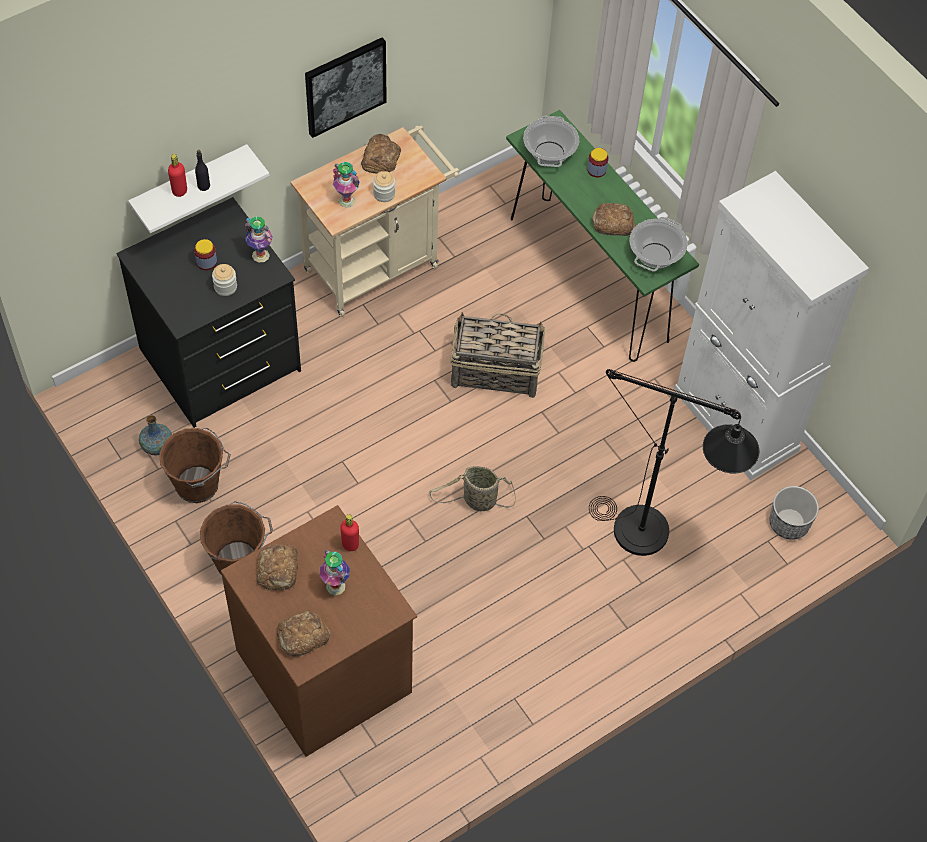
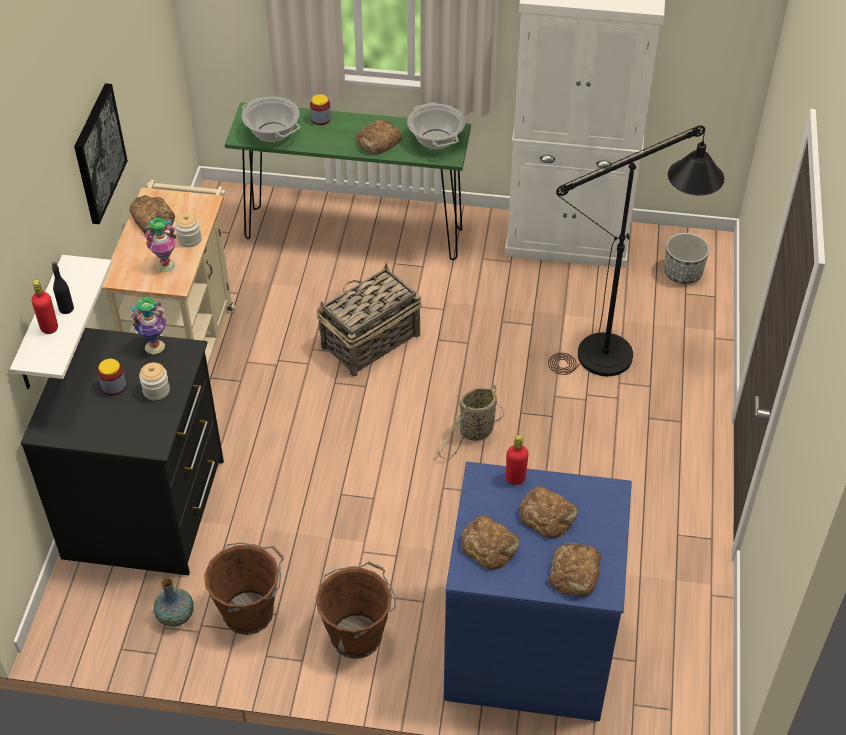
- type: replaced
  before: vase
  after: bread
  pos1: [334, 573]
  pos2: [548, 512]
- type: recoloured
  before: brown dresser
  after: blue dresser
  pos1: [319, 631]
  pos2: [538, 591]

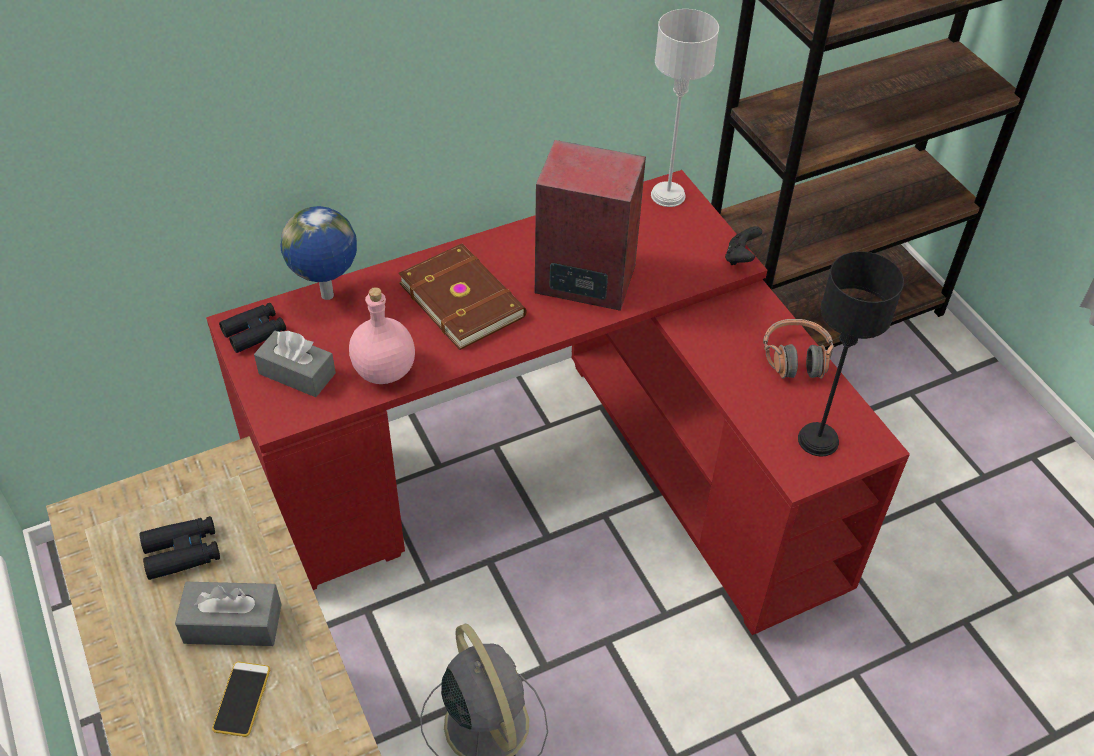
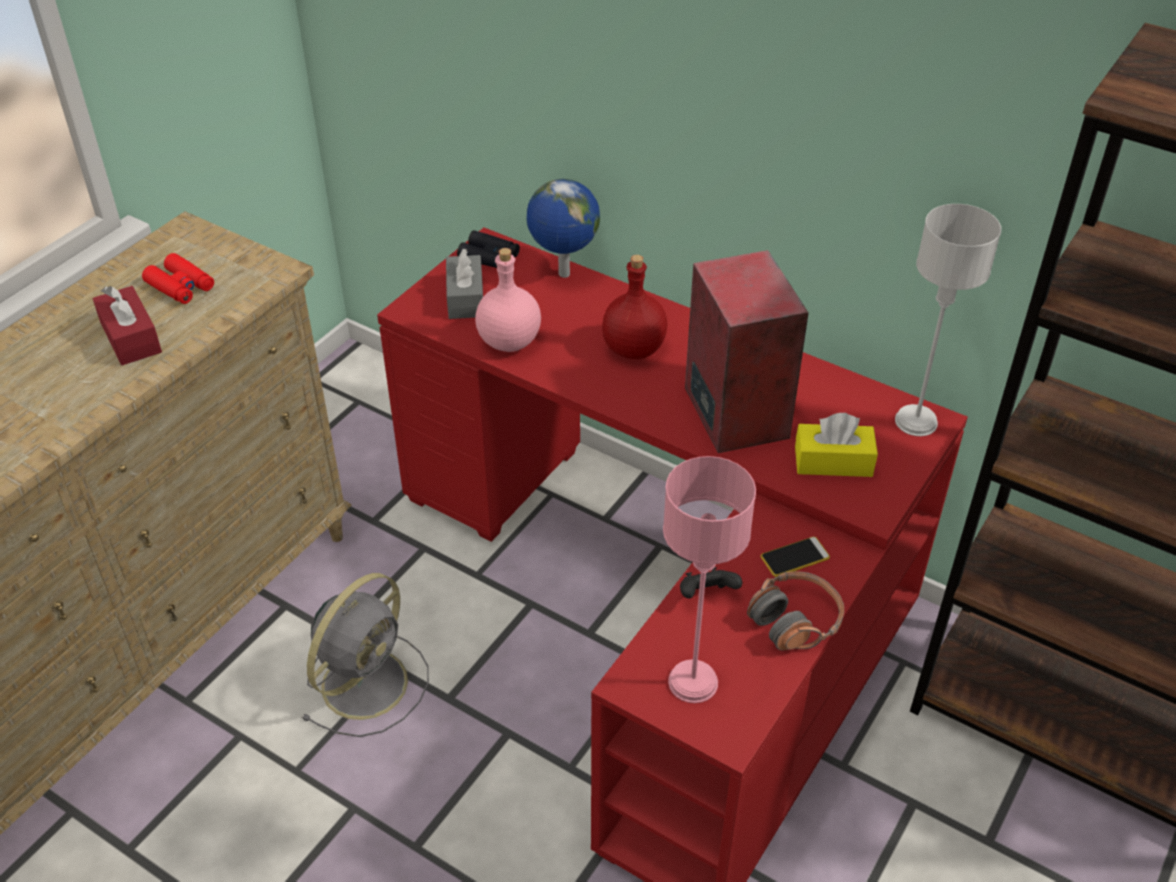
- type: added
  after: yellow tissue box
  pos2: [836, 445]
- type: moved
  before: phone
  pos1: [241, 699]
  pos2: [795, 557]
- type: moved
  before: black game controller
  pos1: [743, 245]
  pos2: [711, 583]
- type: replaced
  before: brown book
  after: red bottle
  pos1: [462, 297]
  pos2: [634, 307]
- type: recoloured
  before: black binoculars
  after: red binoculars
  pos1: [179, 548]
  pos2: [178, 278]
- type: recoloured
  before: grey tissue box
  after: red tissue box
  pos1: [228, 614]
  pos2: [127, 325]
- type: recoloured
  before: black table lamp
  after: pink table lamp
  pos1: [851, 353]
  pos2: [709, 579]

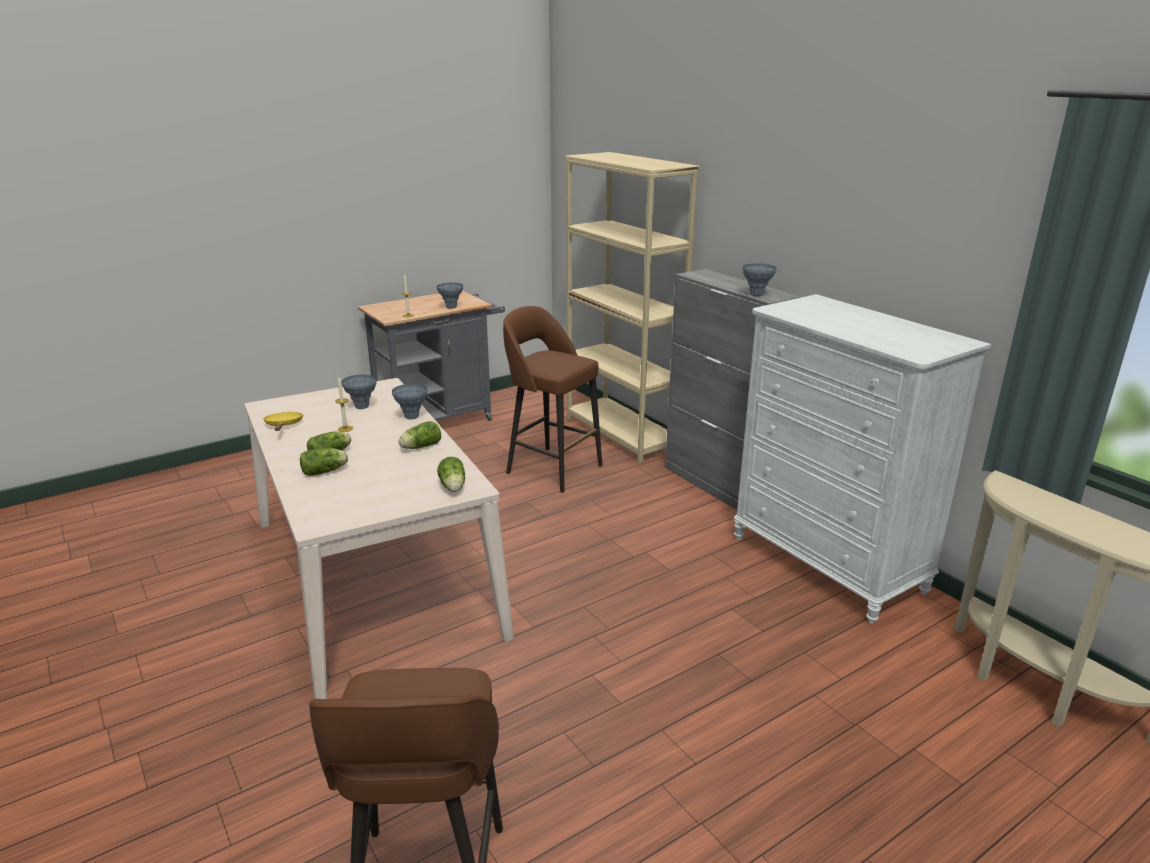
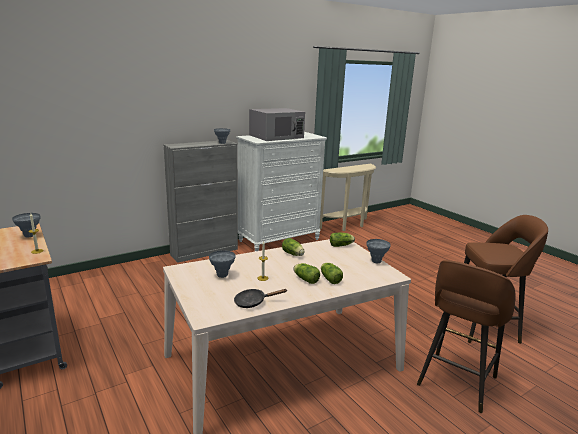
- type: removed
  before: beige bookcase
  pos1: [632, 308]
- type: added
  after: grey microwave
  pos2: [277, 124]
- type: moved
  before: grey vase
  pos1: [409, 401]
  pos2: [378, 251]
- type: moved
  before: brown stool
  pos1: [553, 399]
  pos2: [466, 336]
- type: recoloured
  before: yellow frying pan
  after: black frying pan
  pos1: [283, 421]
  pos2: [260, 298]

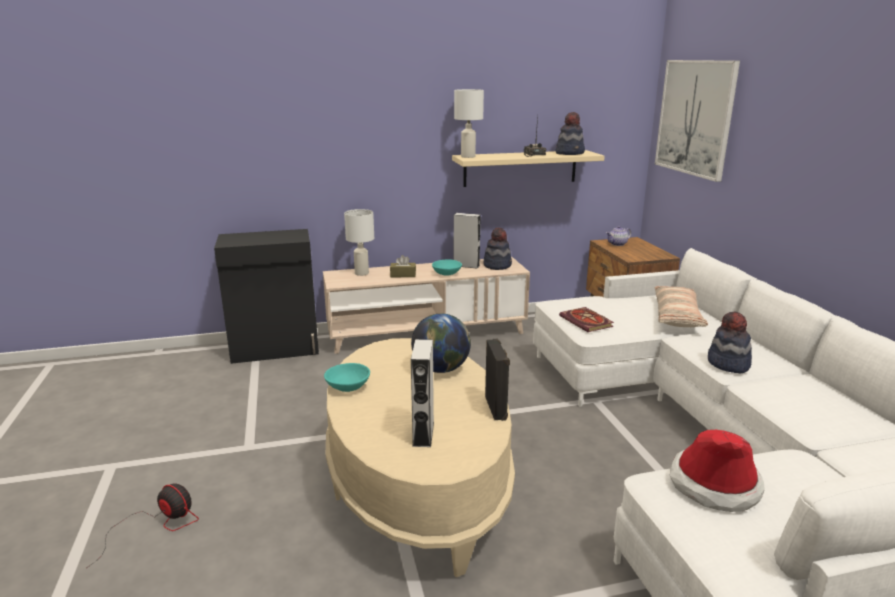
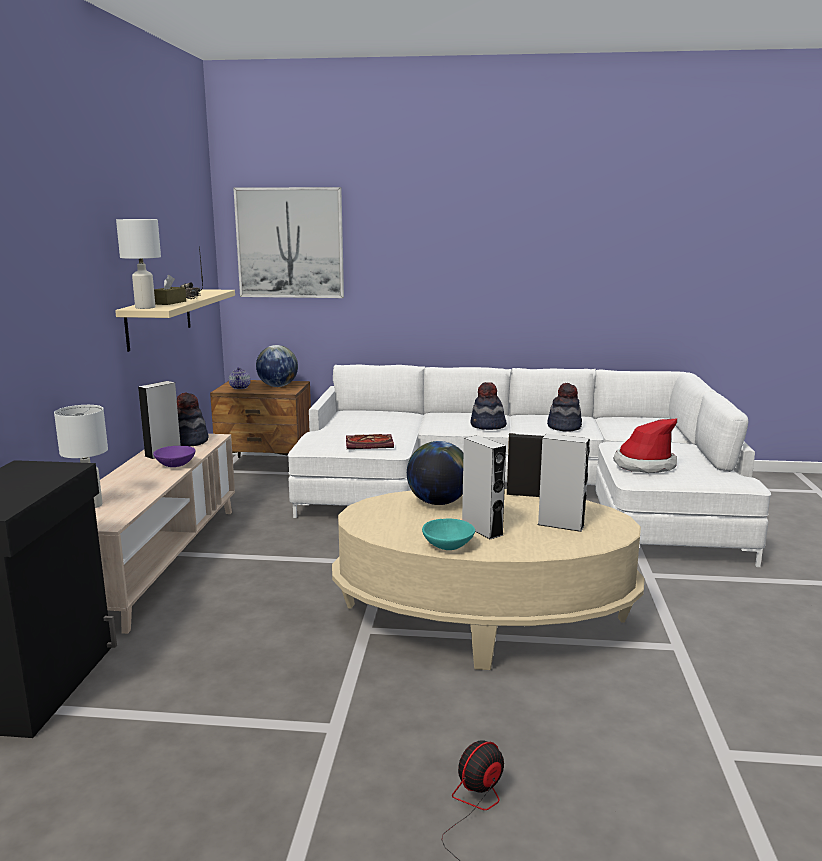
- type: removed
  before: pillow
  pos1: [681, 306]
- type: added
  after: globe
  pos2: [277, 366]
- type: added
  after: grey speaker
  pos2: [484, 487]
- type: moved
  before: brown tissue box
  pos1: [403, 266]
  pos2: [170, 290]
- type: moved
  before: hat
  pos1: [570, 133]
  pos2: [564, 407]
- type: recoloured
  before: turquoise bowl
  after: purple bowl
  pos1: [447, 267]
  pos2: [174, 456]

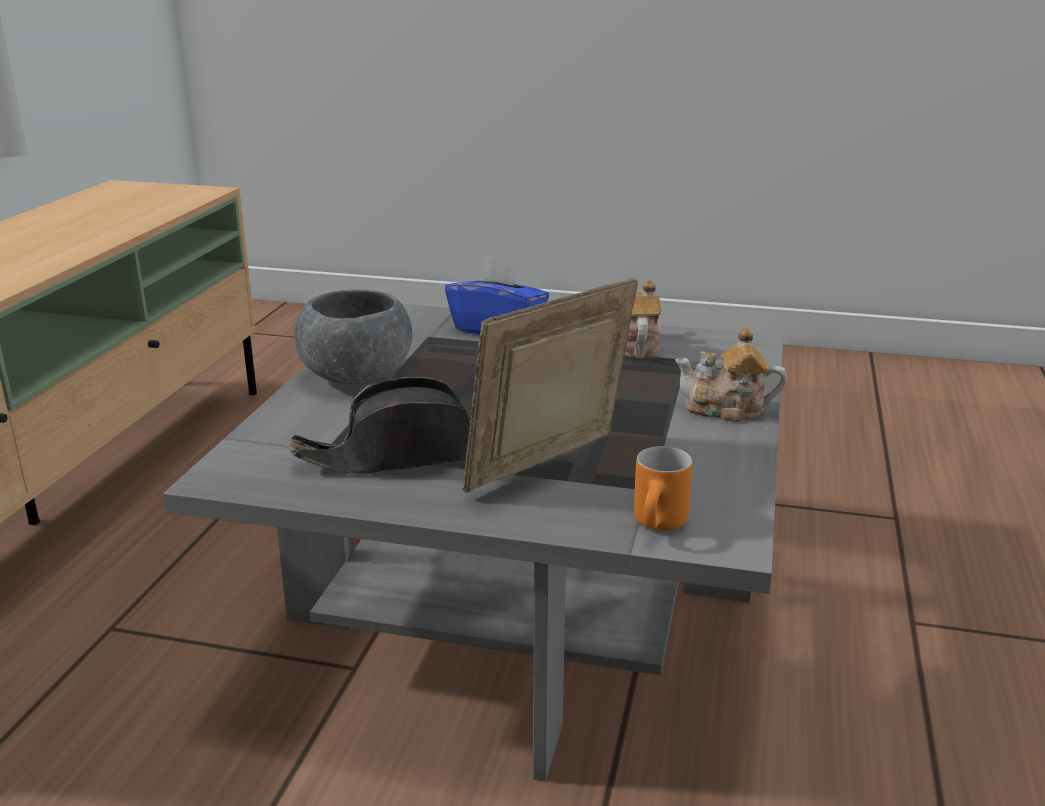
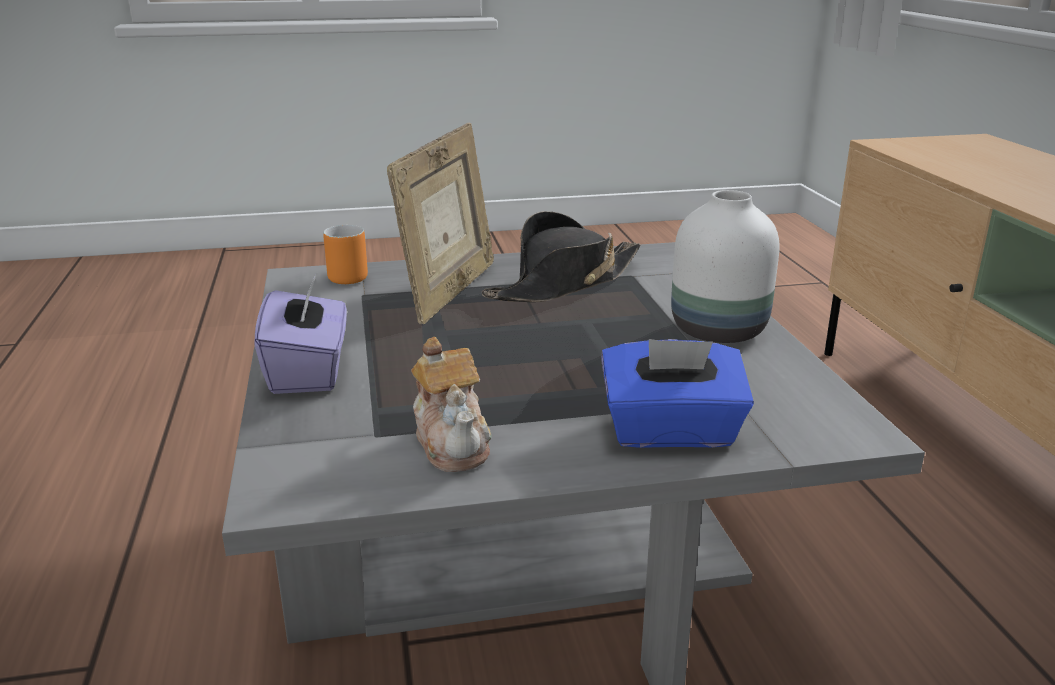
- type: replaced
  before: grey bowl
  after: white vase
  pos1: [353, 337]
  pos2: [725, 266]
- type: replaced
  before: teapot
  after: purple tissue box
  pos1: [731, 374]
  pos2: [300, 333]

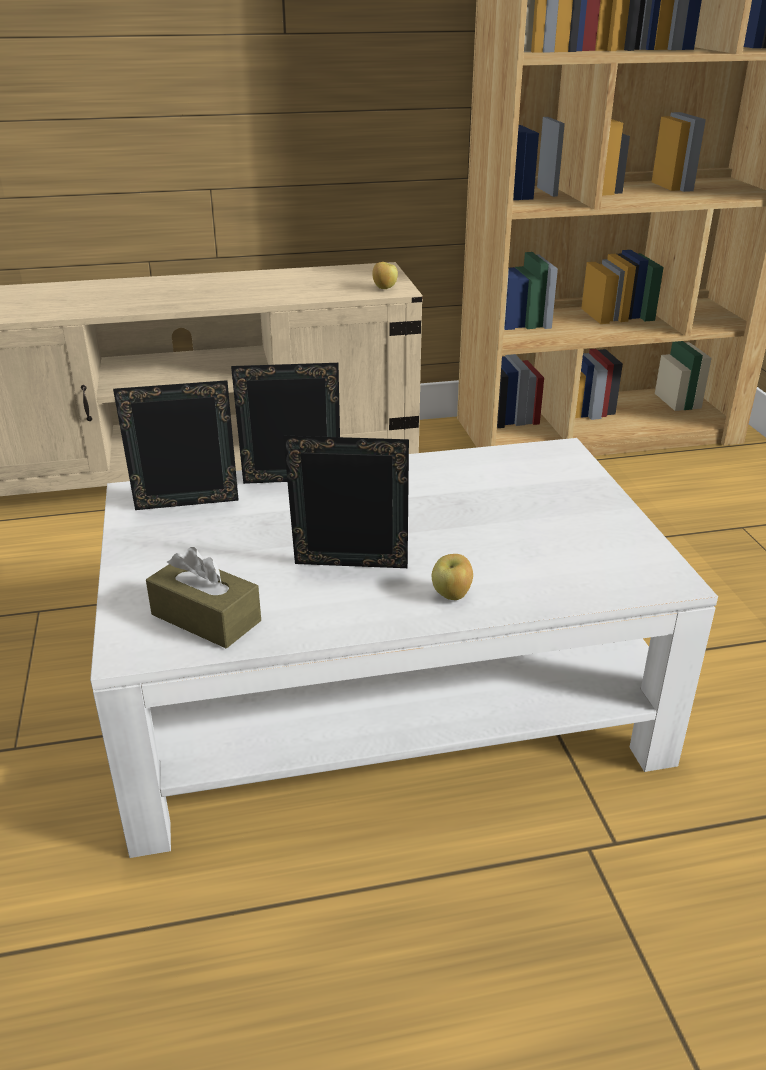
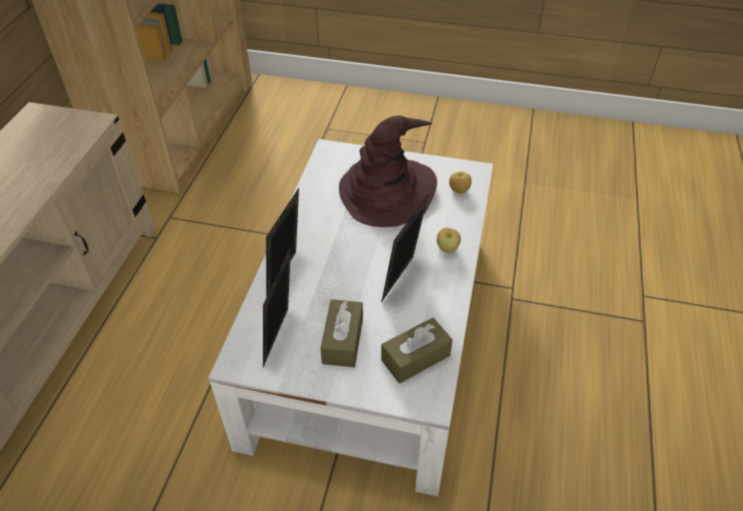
- type: added
  after: brown tissue box
  pos2: [341, 333]
- type: added
  after: brown hat
  pos2: [388, 171]
- type: moved
  before: apple
  pos1: [385, 275]
  pos2: [460, 182]

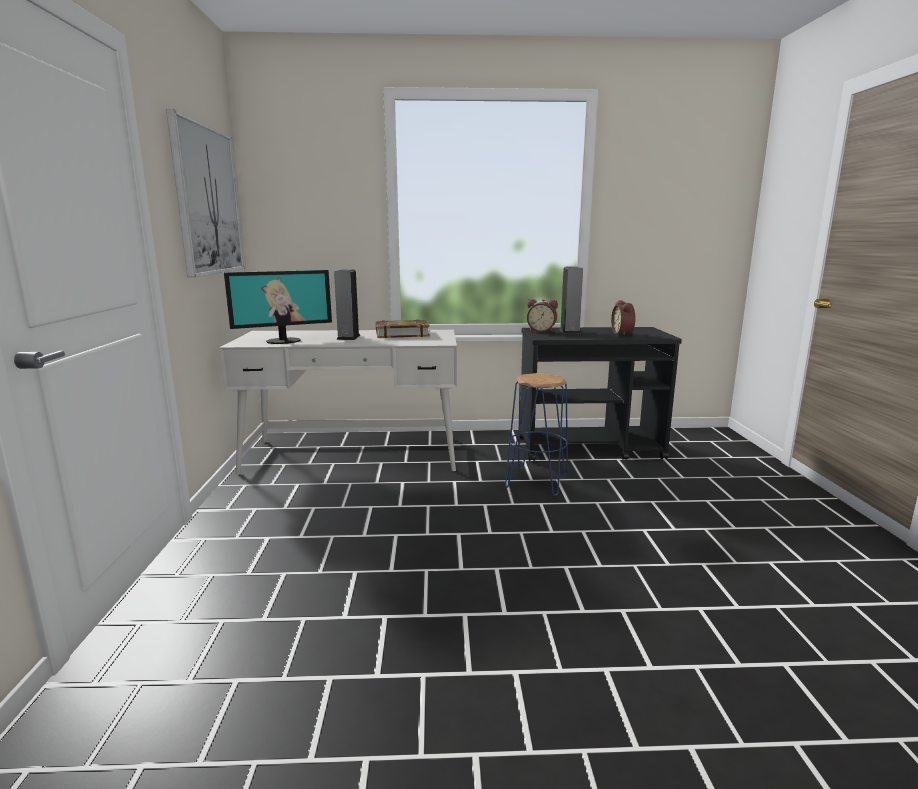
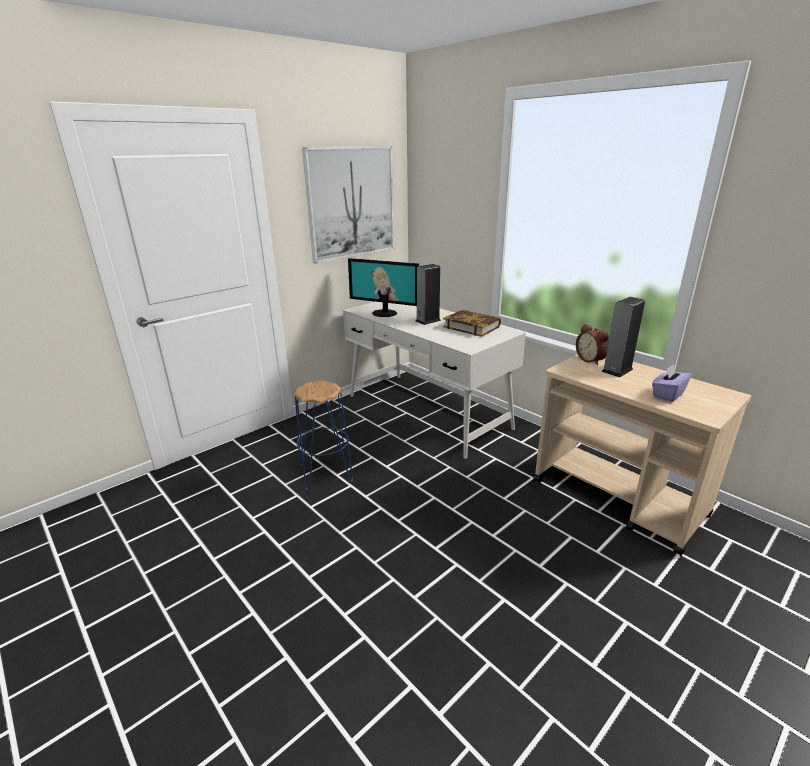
- type: moved
  before: blue stool
  pos1: [536, 434]
  pos2: [323, 436]
- type: replaced
  before: alarm clock
  after: purple tissue box
  pos1: [623, 318]
  pos2: [671, 383]
- type: recoloured
  before: black cart
  after: beige cart
  pos1: [601, 394]
  pos2: [642, 455]

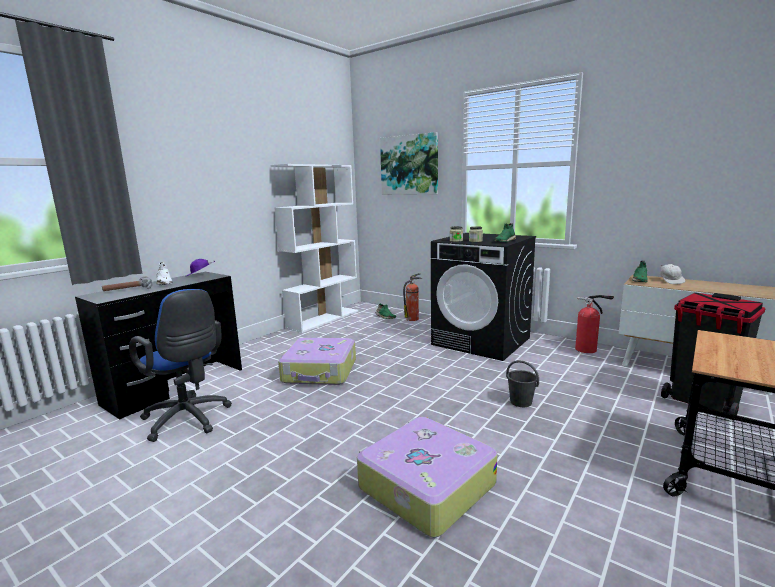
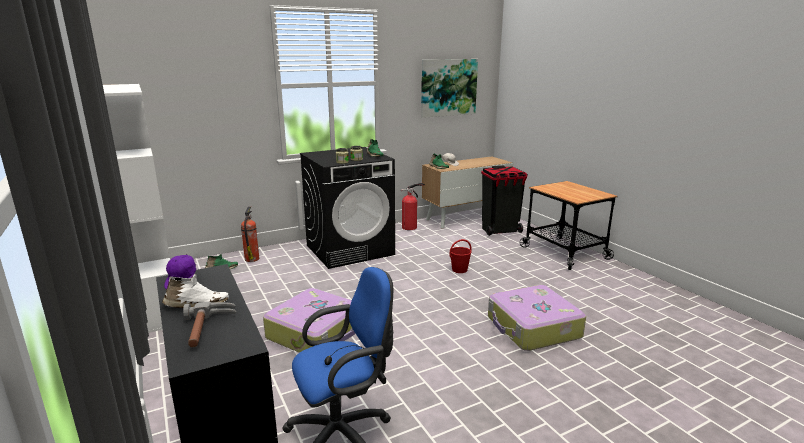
- type: moved
  before: picture
  pos1: [409, 163]
  pos2: [449, 88]
- type: recoloured
  before: grey bucket
  after: red bucket
  pos1: [522, 383]
  pos2: [460, 256]

